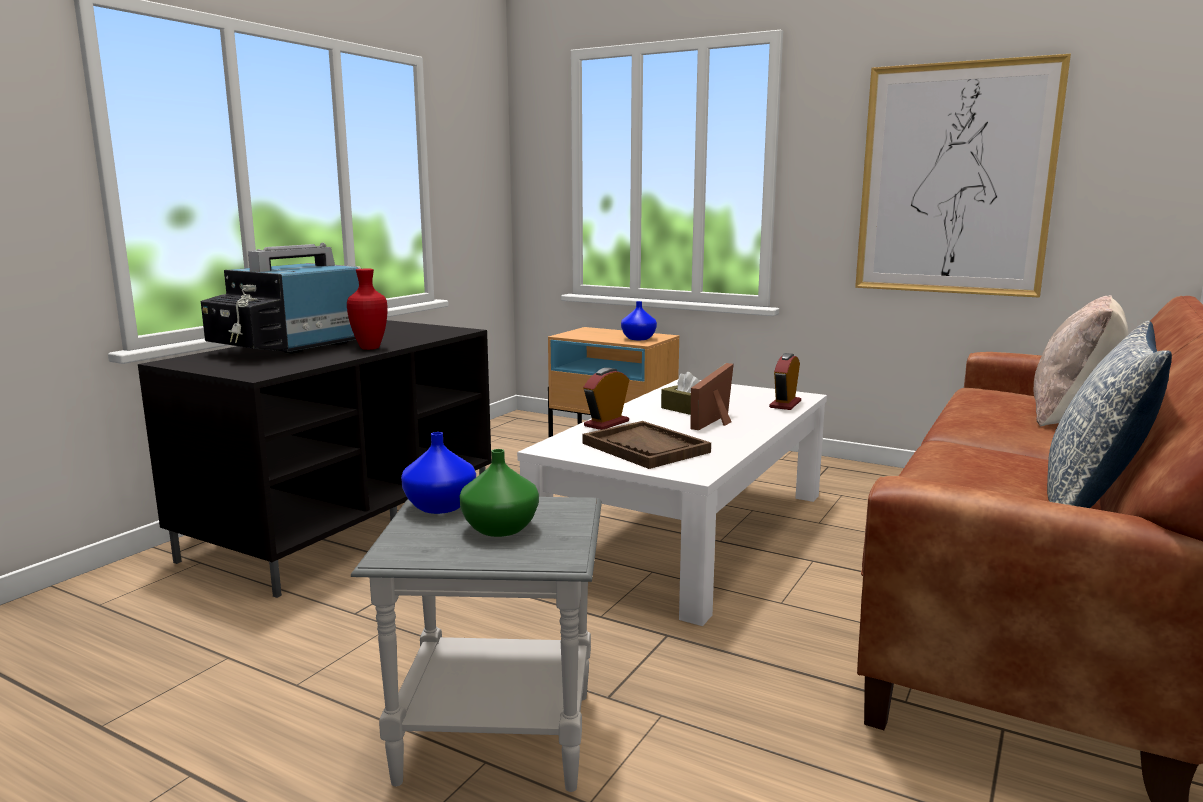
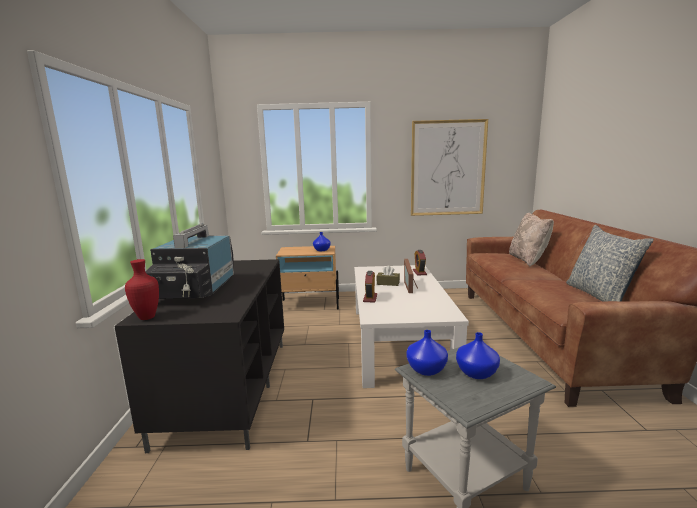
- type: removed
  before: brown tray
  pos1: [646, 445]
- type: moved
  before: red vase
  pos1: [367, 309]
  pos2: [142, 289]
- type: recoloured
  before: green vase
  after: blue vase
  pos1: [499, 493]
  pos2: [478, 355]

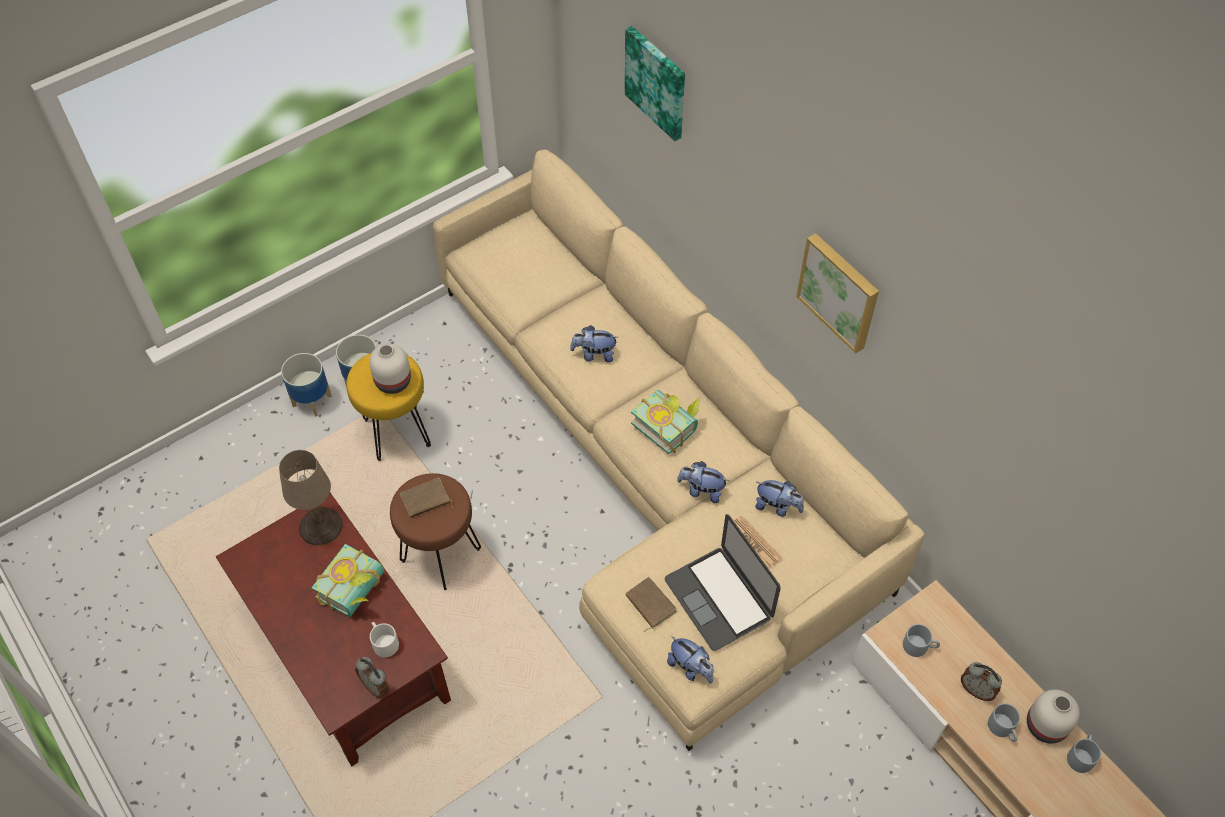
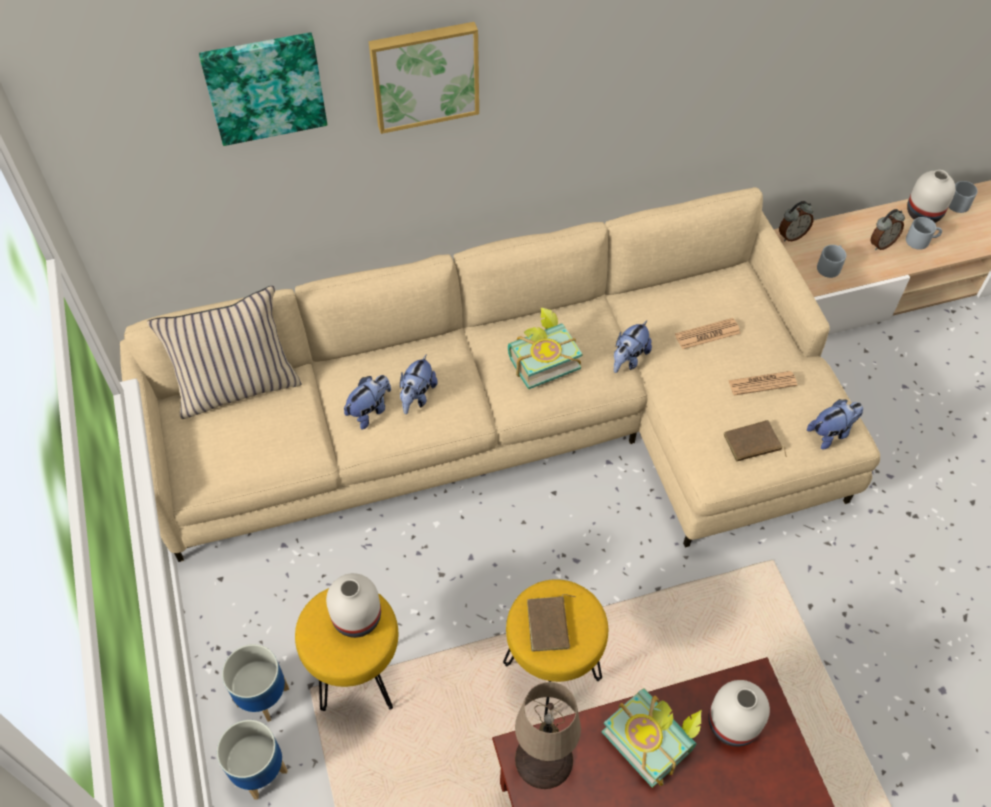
- type: added
  after: beige pillow
  pos2: [224, 352]
- type: moved
  before: alarm clock
  pos1: [372, 677]
  pos2: [796, 221]
- type: moved
  before: plush toy
  pos1: [779, 498]
  pos2: [367, 402]
- type: moved
  before: picture
  pos1: [837, 293]
  pos2: [424, 78]
- type: replaced
  before: white mug
  after: white vase
  pos1: [384, 639]
  pos2: [739, 713]
- type: replaced
  before: laptop
  after: newspaper
  pos1: [723, 582]
  pos2: [762, 383]
- type: recoloured
  before: brown stool
  after: yellow stool
  pos1: [435, 531]
  pos2: [555, 648]

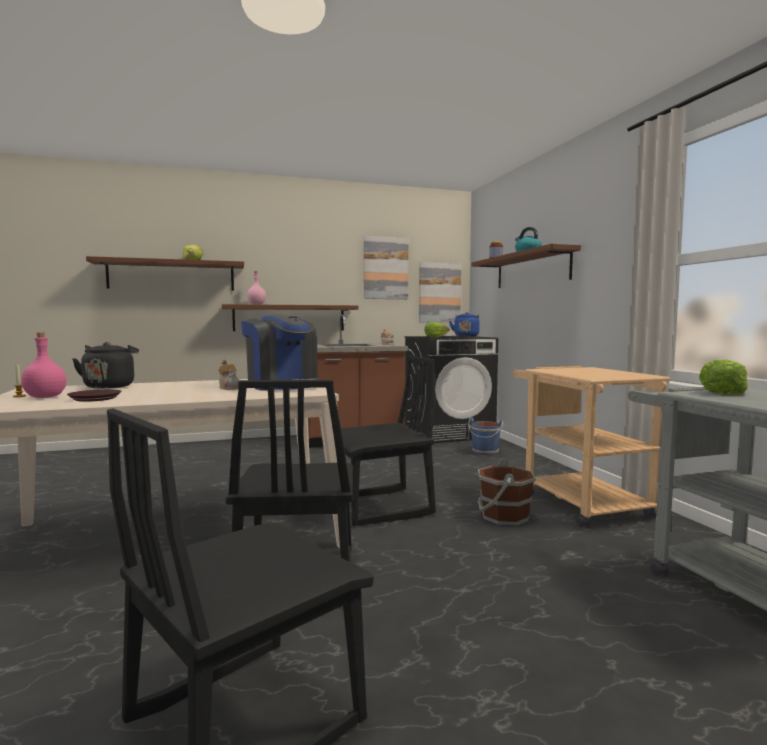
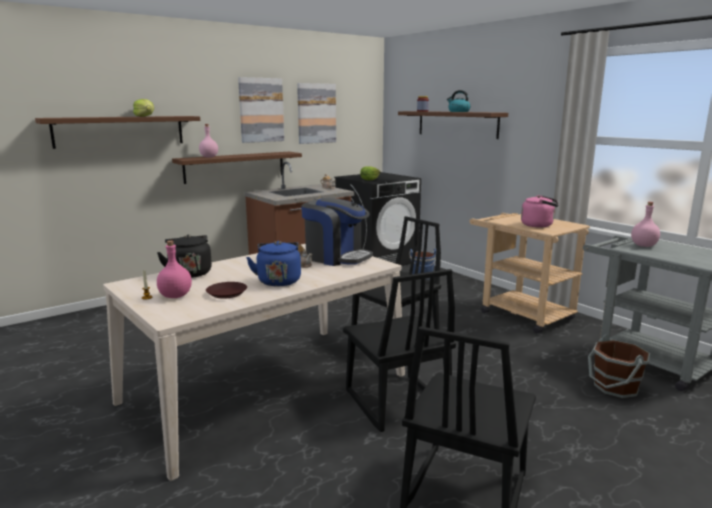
- type: added
  after: pink kettle
  pos2: [540, 211]
- type: moved
  before: picture
  pos1: [440, 292]
  pos2: [261, 110]
- type: moved
  before: blue kettle
  pos1: [464, 324]
  pos2: [273, 263]
- type: moved
  before: brown bucket
  pos1: [507, 492]
  pos2: [619, 366]
- type: replaced
  before: lettuce
  after: pink bottle
  pos1: [723, 377]
  pos2: [645, 224]

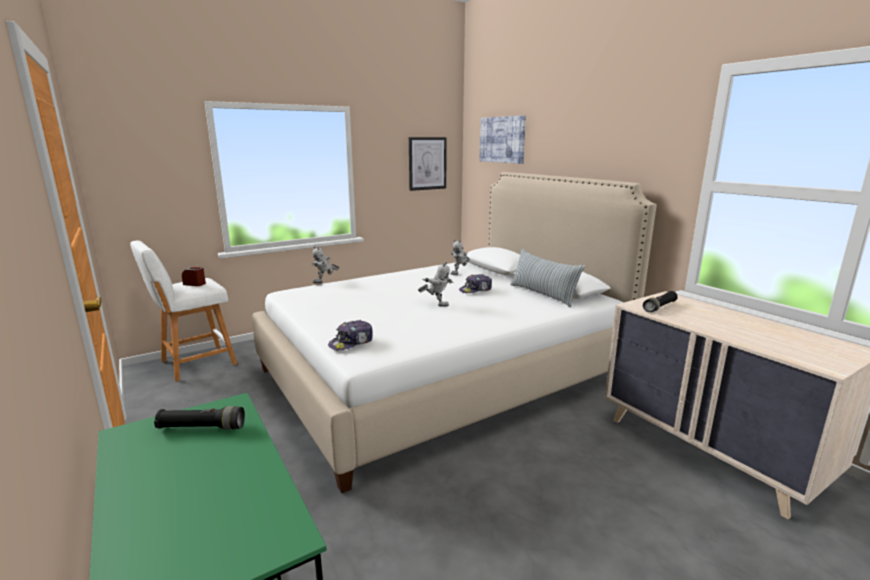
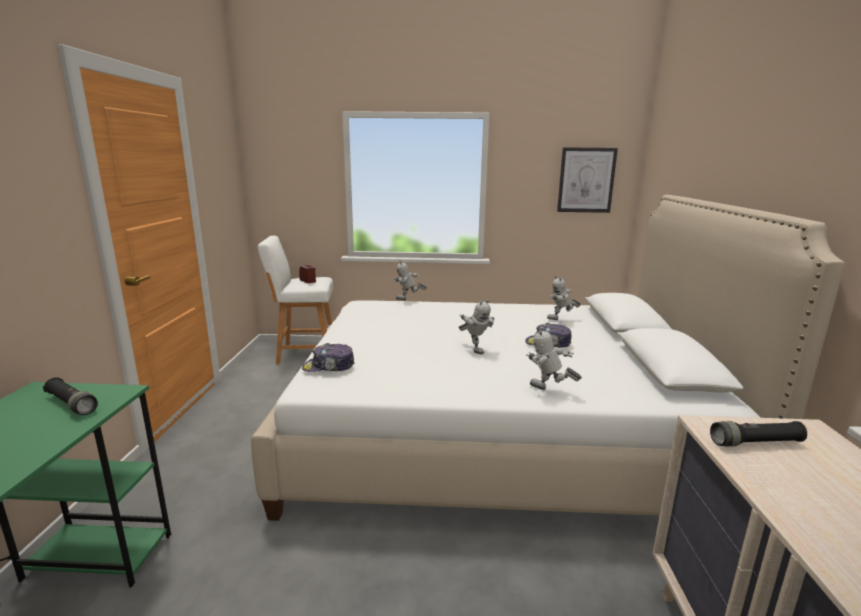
- type: removed
  before: picture
  pos1: [503, 139]
- type: removed
  before: pillow
  pos1: [547, 278]
- type: added
  after: toy robot
  pos2: [554, 358]

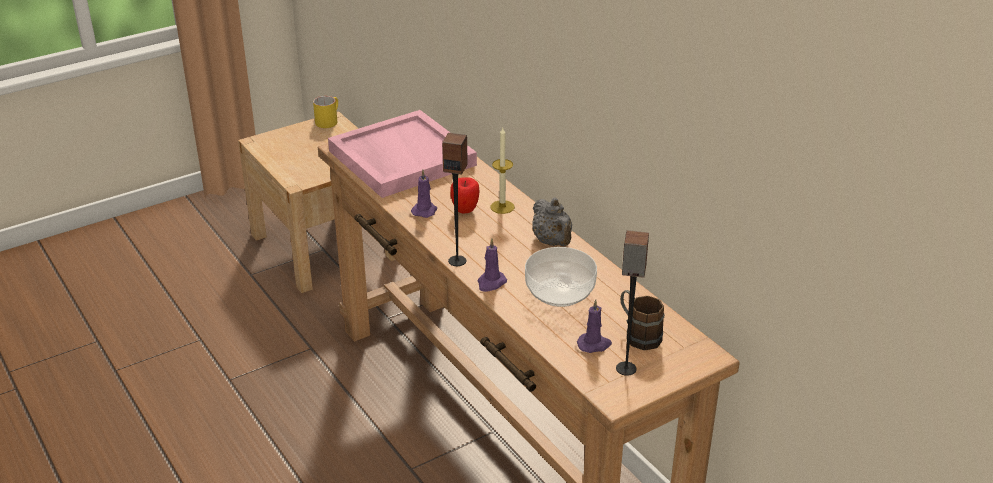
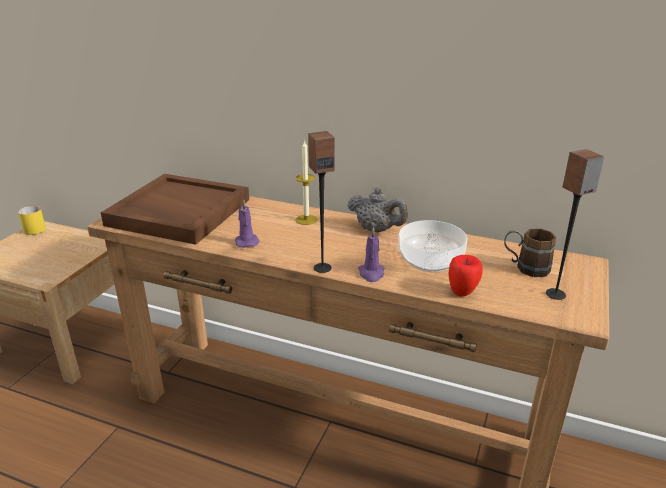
- type: removed
  before: purple candle
  pos1: [594, 326]
- type: moved
  before: apple
  pos1: [464, 195]
  pos2: [466, 275]
- type: recoloured
  before: pink tray
  after: brown tray
  pos1: [402, 154]
  pos2: [175, 209]

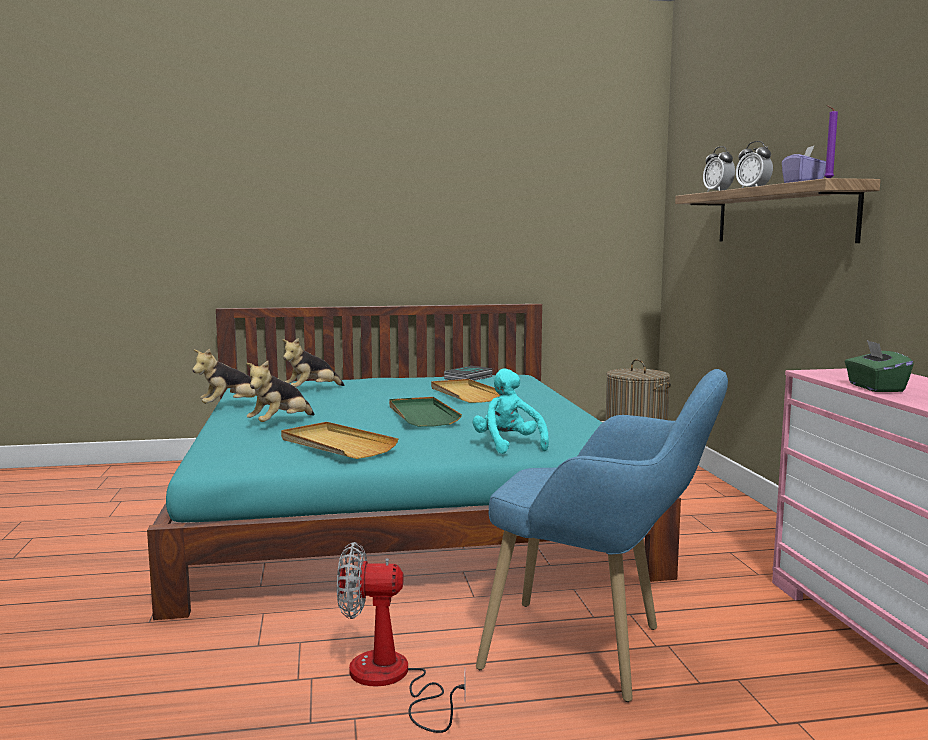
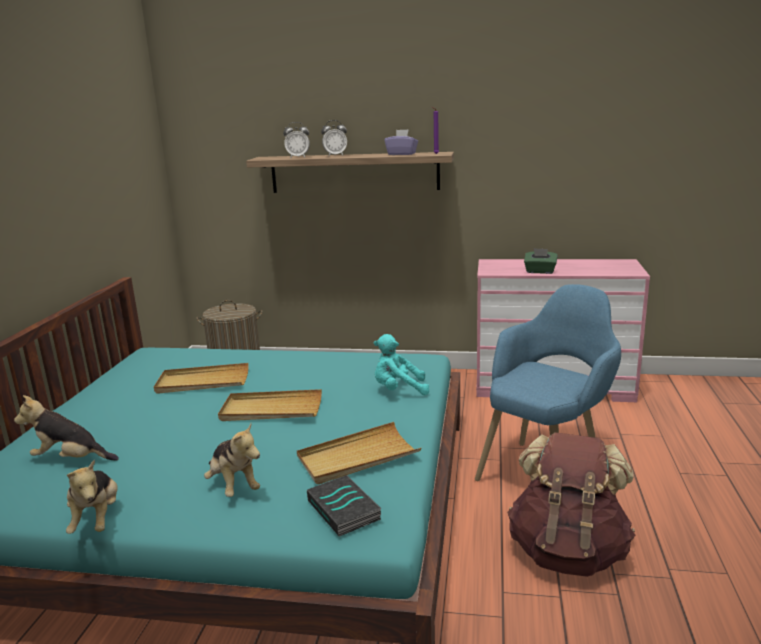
- type: moved
  before: book
  pos1: [468, 373]
  pos2: [344, 506]
- type: replaced
  before: fan
  after: brown backpack
  pos1: [401, 637]
  pos2: [571, 505]
- type: recoloured
  before: green tray
  after: beige tray
  pos1: [425, 412]
  pos2: [270, 405]
- type: turned
  before: plush toy
  pos1: [313, 362]
  pos2: [66, 428]
  turn: 120

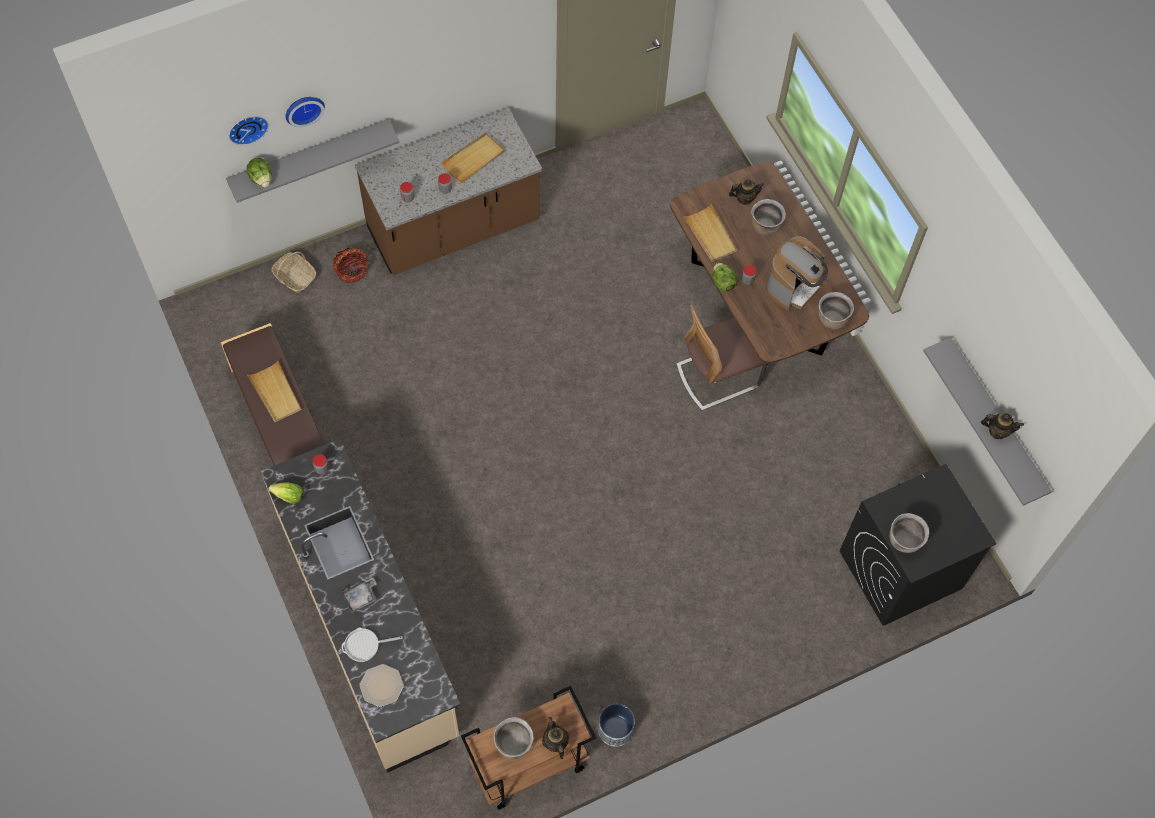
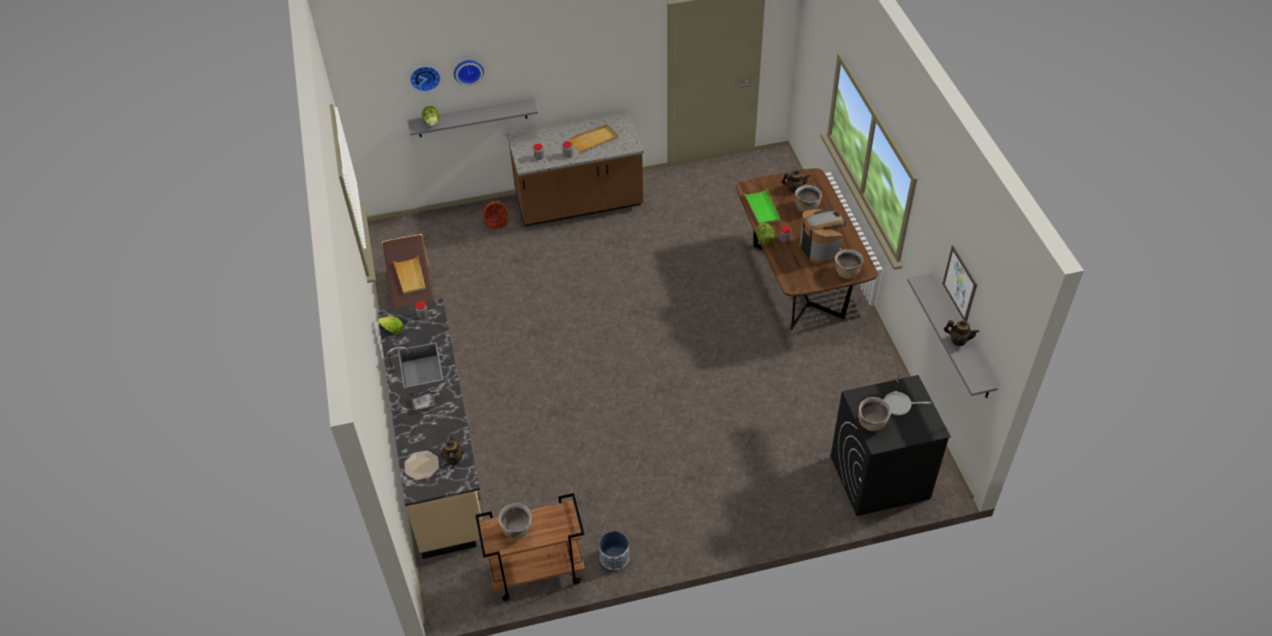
- type: removed
  before: basket
  pos1: [294, 272]
- type: removed
  before: chair
  pos1: [722, 358]
- type: added
  after: picture
  pos2: [959, 283]
- type: moved
  before: frying pan
  pos1: [372, 645]
  pos2: [907, 403]
- type: moved
  before: teapot
  pos1: [555, 738]
  pos2: [452, 450]
- type: recoloured
  before: beige tray
  after: green tray
  pos1: [710, 233]
  pos2: [762, 206]
- type: turned
  before: coffee machine
  pos1: [797, 273]
  pos2: [823, 237]
  turn: -75

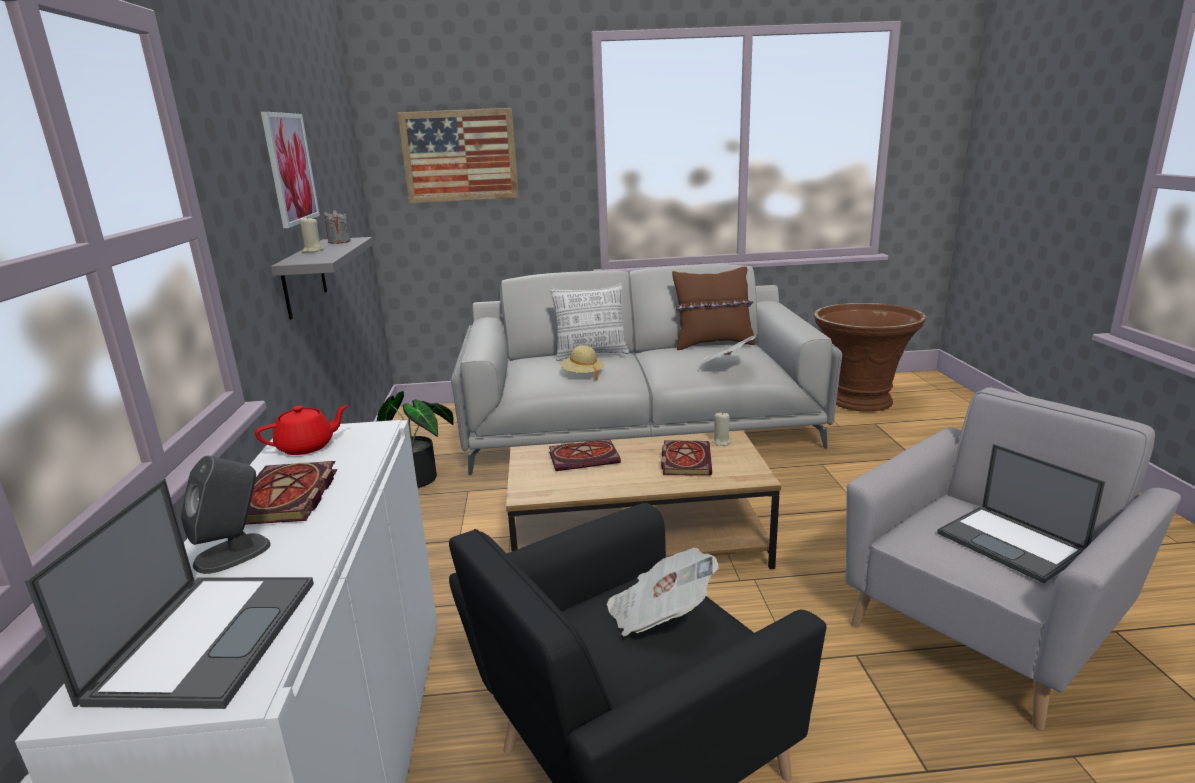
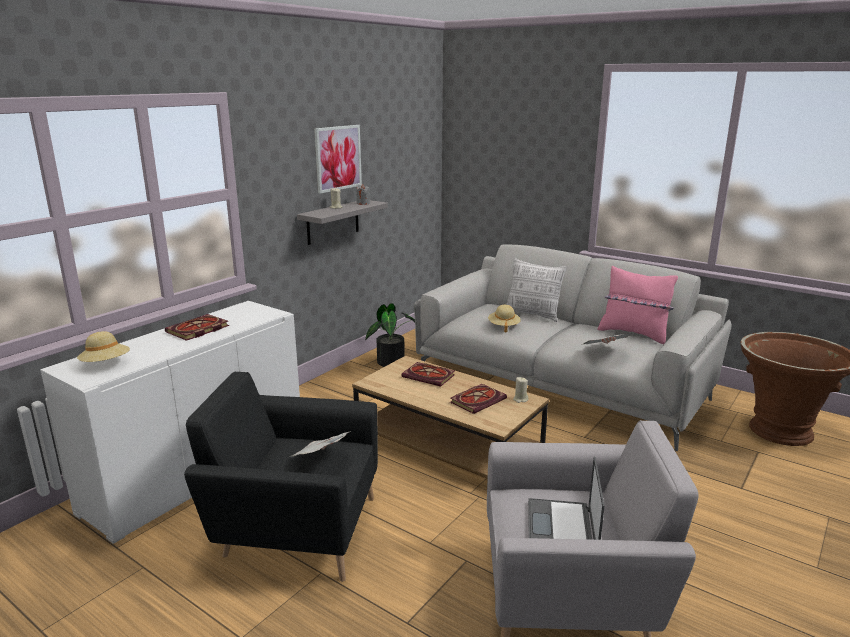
- type: removed
  before: grey speaker
  pos1: [226, 515]
- type: removed
  before: red teapot
  pos1: [302, 430]
- type: removed
  before: picture
  pos1: [458, 155]
- type: replaced
  before: laptop
  after: beige hat
  pos1: [169, 593]
  pos2: [103, 346]
- type: recoloured
  before: brown pillow
  after: pink pillow
  pos1: [713, 308]
  pos2: [637, 305]

